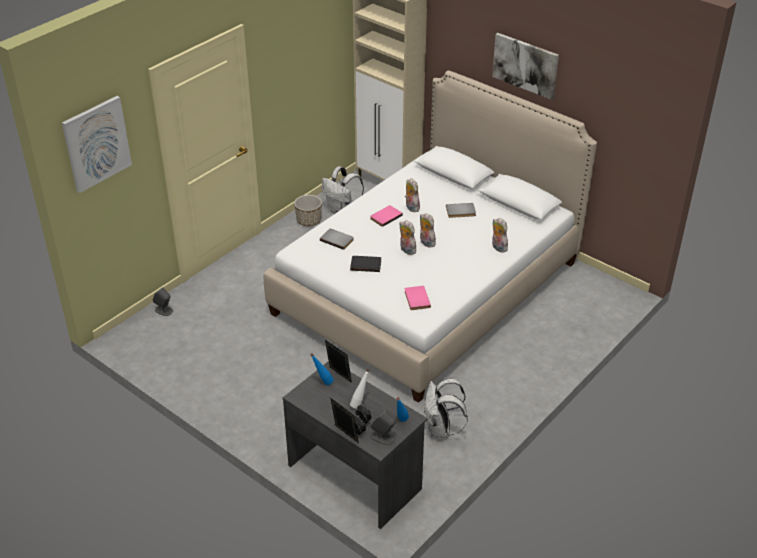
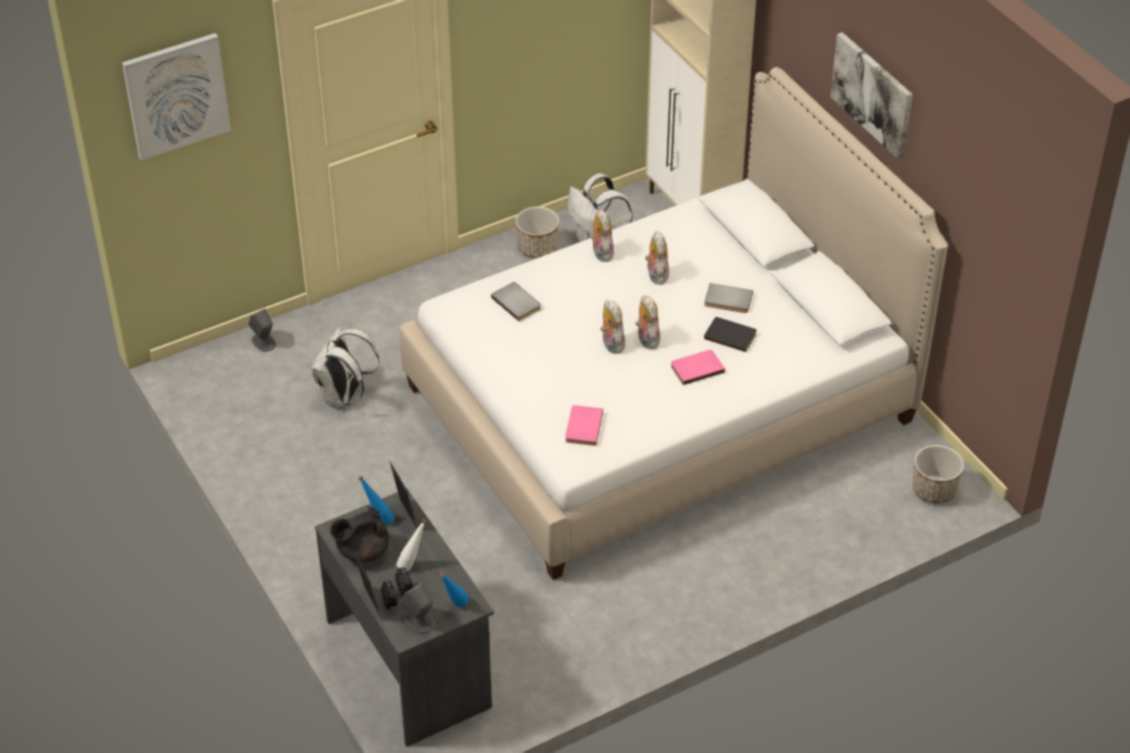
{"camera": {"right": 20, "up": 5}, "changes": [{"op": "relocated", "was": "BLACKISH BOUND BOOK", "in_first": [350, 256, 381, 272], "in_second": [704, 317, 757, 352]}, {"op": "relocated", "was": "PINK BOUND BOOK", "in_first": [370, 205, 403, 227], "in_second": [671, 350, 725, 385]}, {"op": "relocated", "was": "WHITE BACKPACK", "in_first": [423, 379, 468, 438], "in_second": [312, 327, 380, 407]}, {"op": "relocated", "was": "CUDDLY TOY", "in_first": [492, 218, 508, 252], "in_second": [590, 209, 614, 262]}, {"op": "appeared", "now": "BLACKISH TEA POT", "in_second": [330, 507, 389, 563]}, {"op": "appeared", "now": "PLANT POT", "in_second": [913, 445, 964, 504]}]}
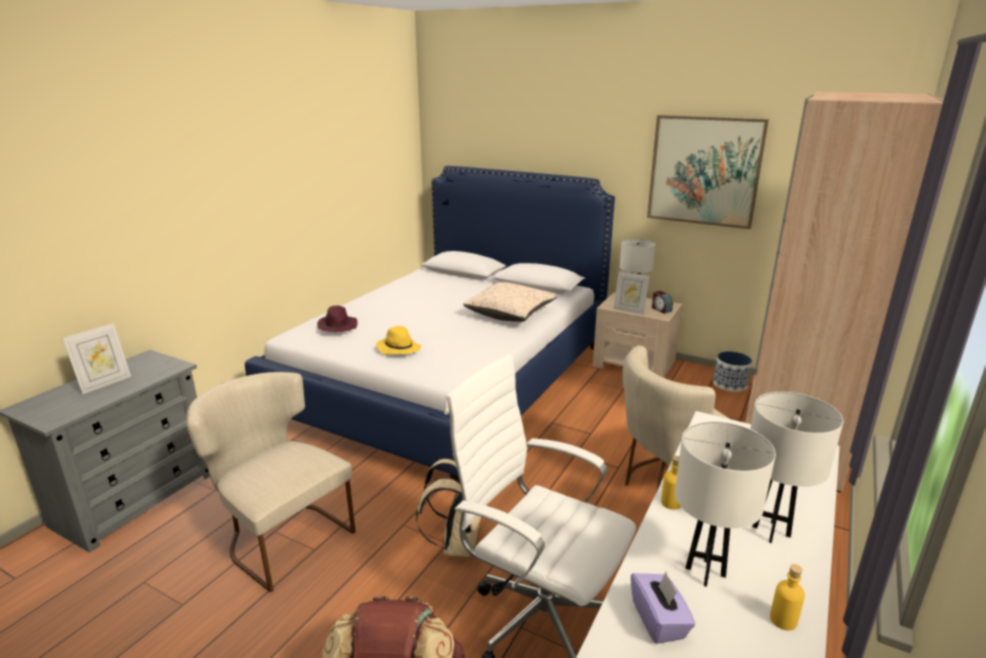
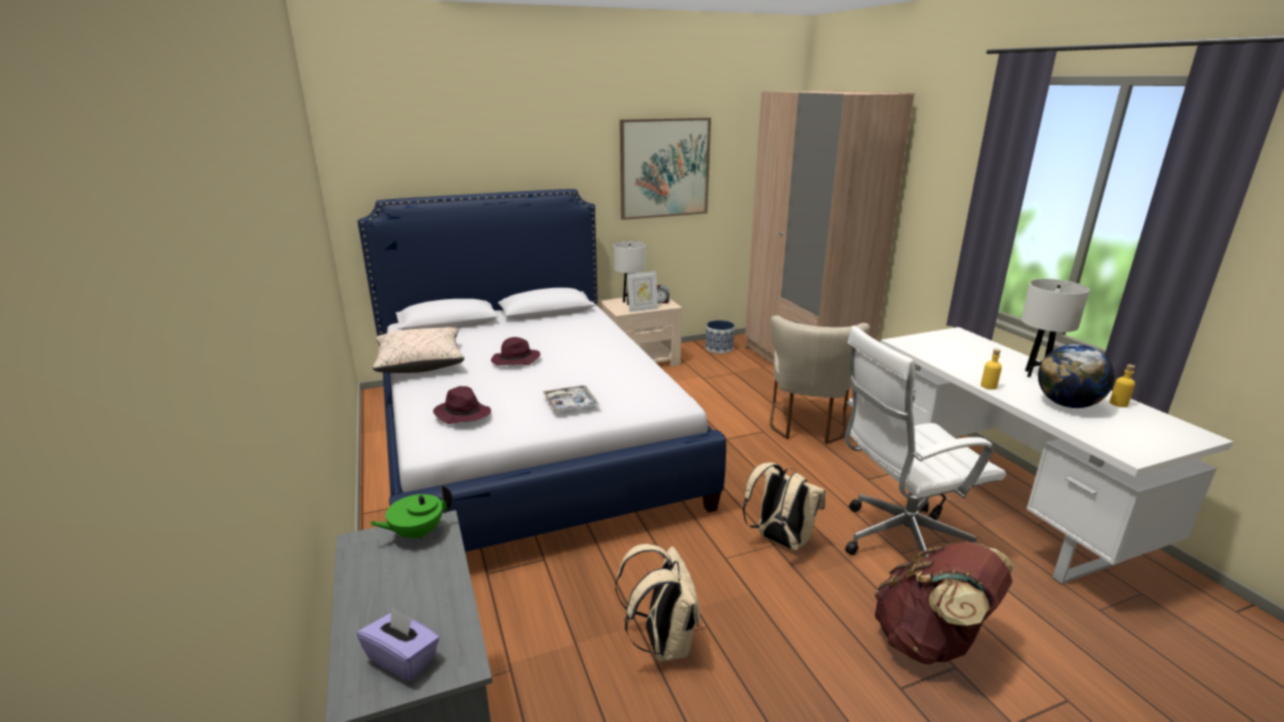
{"camera": {"right": -50, "up": 0}, "changes": [{"op": "missing", "was": "STANDING FRAME", "in_first": [62, 323, 131, 394]}, {"op": "exchanged", "was": "BEIGE UPRIGHT CHAIR", "now": "BEIGE BACKPACK", "in_first": [186, 372, 356, 592], "in_second": [615, 544, 700, 662]}, {"op": "exchanged", "was": "YELLOW-COLOURED WEARABLE HAT", "now": "SERVING TRAY", "in_first": [376, 326, 421, 355], "in_second": [543, 385, 600, 412]}, {"op": "relocated", "was": "BEIGE CUSHION", "in_first": [463, 282, 557, 322], "in_second": [373, 327, 464, 373]}, {"op": "relocated", "was": "PURPLE-COLOURED BOX OF TISSUES", "in_first": [631, 572, 695, 644], "in_second": [357, 608, 440, 681]}, {"op": "exchanged", "was": "WHITE TABLE LAMP", "now": "DESK GLOBE", "in_first": [675, 421, 776, 587], "in_second": [1038, 344, 1115, 408]}, {"op": "appeared", "now": "GREEN-COLOURED TEA POT", "in_second": [369, 484, 452, 540]}, {"op": "appeared", "now": "PURPLE-COLOURED WEARABLE HAT", "in_second": [491, 337, 540, 365]}]}
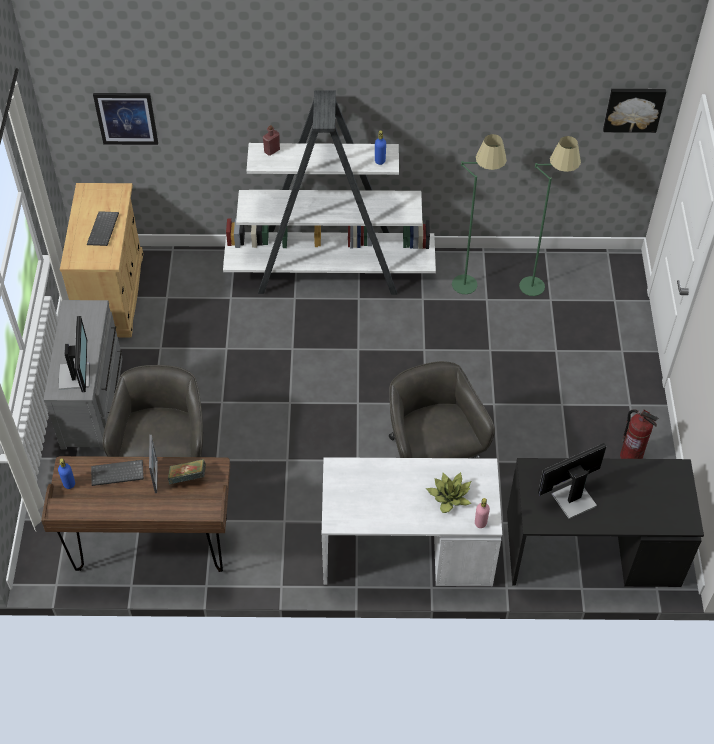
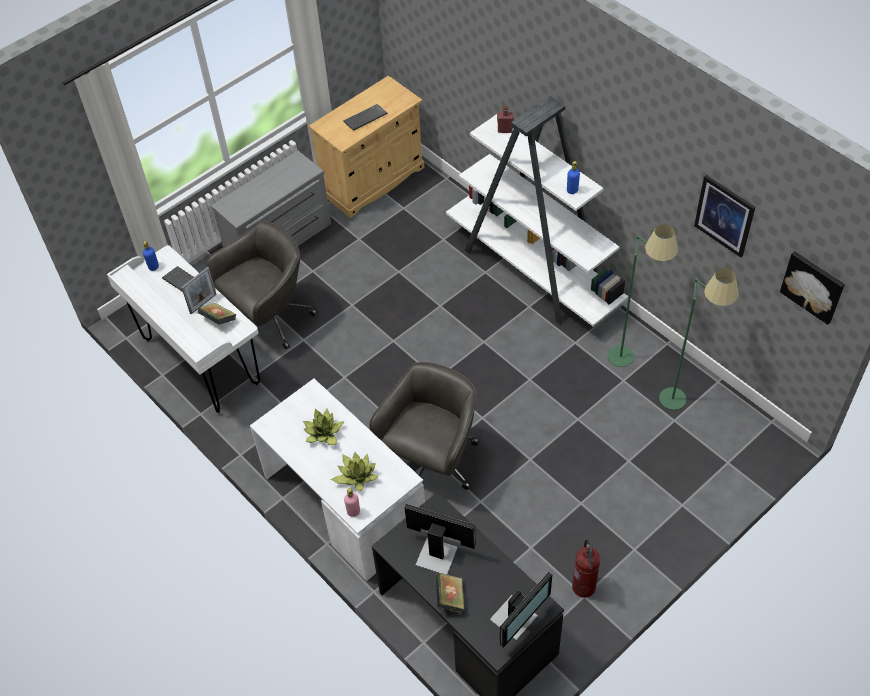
{"camera": {"right": 50, "up": 0}, "changes": [{"op": "colour", "was": "BROWNISH DESK UNIT", "now": "WHITE DESK UNIT", "in_first": [41, 456, 230, 572], "in_second": [107, 245, 260, 413]}, {"op": "relocated", "was": "COMPUTER SCREEN", "in_first": [58, 316, 90, 392], "in_second": [490, 572, 552, 648]}, {"op": "relocated", "was": "PICTURE", "in_first": [93, 93, 158, 145], "in_second": [694, 175, 755, 258]}, {"op": "appeared", "now": "HOUSEPLANT", "in_second": [303, 408, 345, 445]}, {"op": "appeared", "now": "BOUND BOOK", "in_second": [435, 573, 465, 613]}]}
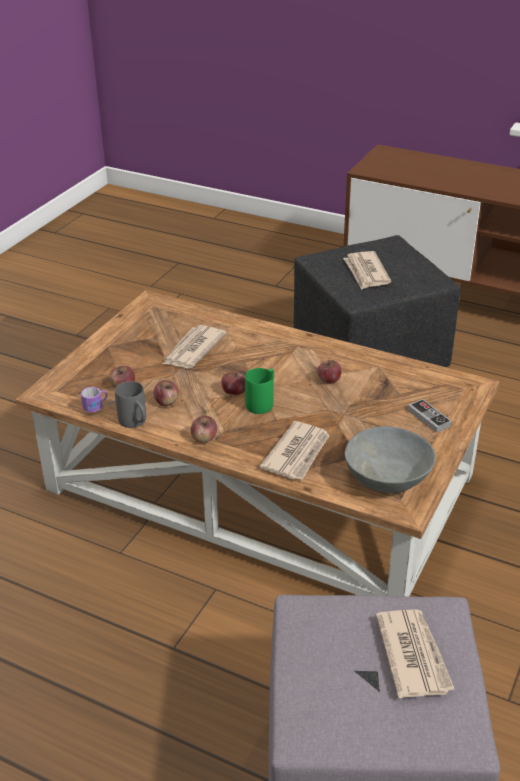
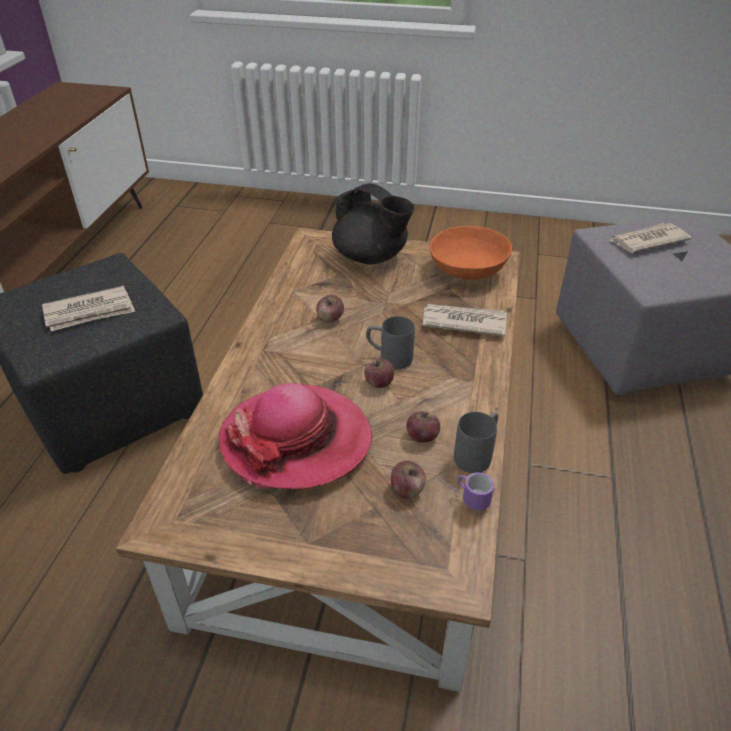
{"camera": {"right": -105, "up": 5}, "changes": [{"op": "exchanged", "was": "NEWSPAPER", "now": "WEARABLE HAT", "in_first": [163, 325, 226, 369], "in_second": [219, 383, 373, 489]}, {"op": "missing", "was": "WHOLE APPLE", "in_first": [191, 416, 217, 443]}, {"op": "colour", "was": "GREEN-COLOURED TEA MUG", "now": "GREYISH TEA MUG", "in_first": [245, 368, 274, 414], "in_second": [366, 316, 415, 369]}, {"op": "colour", "was": "GREYISH DEEP DISH", "now": "ORANGE DEEP DISH", "in_first": [345, 426, 436, 493], "in_second": [429, 226, 512, 280]}, {"op": "exchanged", "was": "GAME CONTROLLER", "now": "BLACKISH TEA POT", "in_first": [408, 399, 452, 433], "in_second": [332, 183, 415, 264]}]}
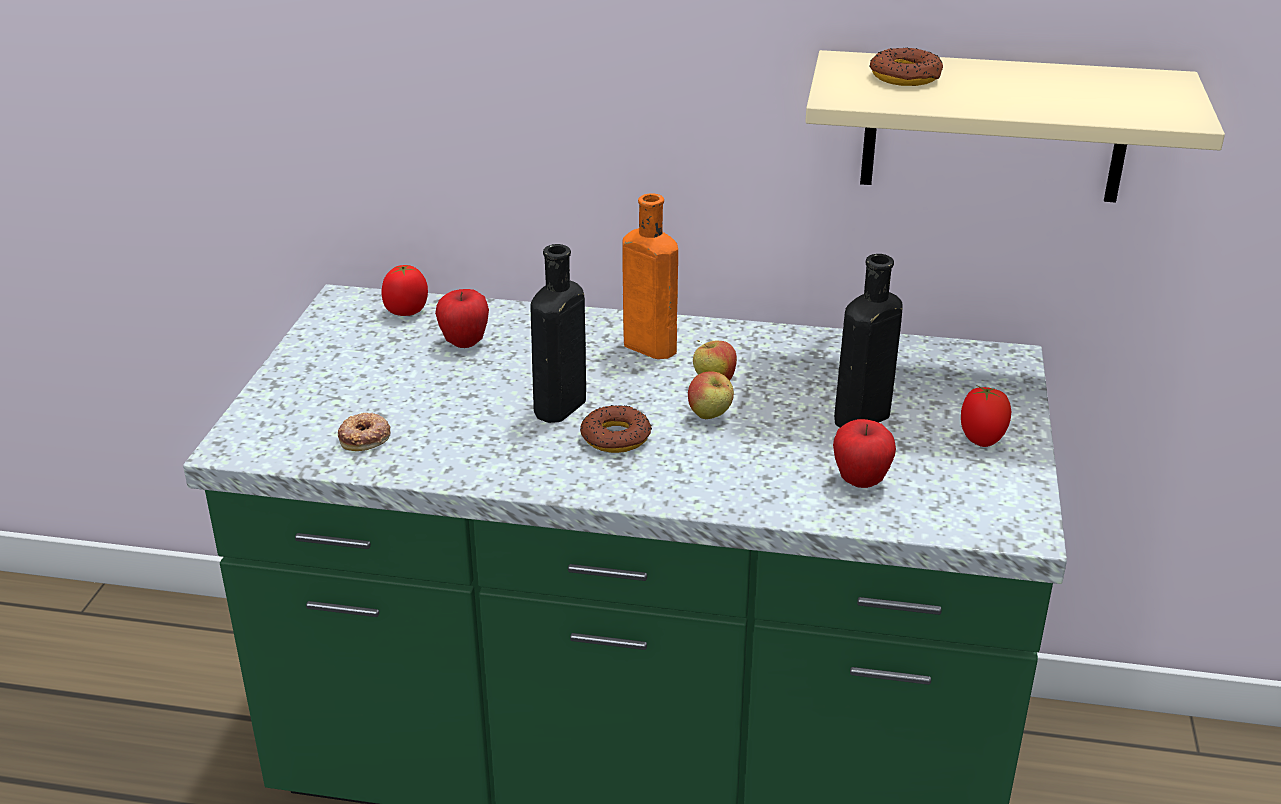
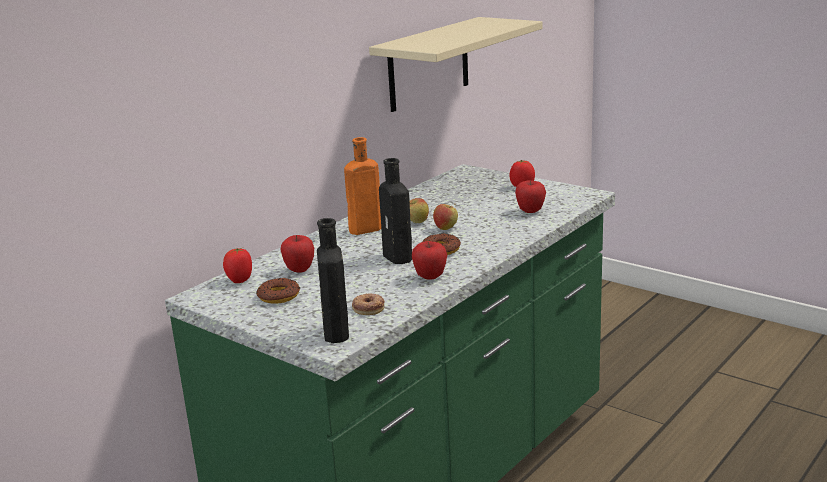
{"camera": {"right": -60, "up": -10}, "changes": [{"op": "relocated", "was": "BLACKISH BEVERAGE BOTTLE", "in_first": [834, 254, 903, 428], "in_second": [317, 218, 349, 343]}, {"op": "relocated", "was": "DOUGHNUT", "in_first": [870, 47, 943, 86], "in_second": [256, 278, 300, 304]}, {"op": "appeared", "now": "WHOLE APPLE", "in_second": [412, 241, 447, 279]}]}
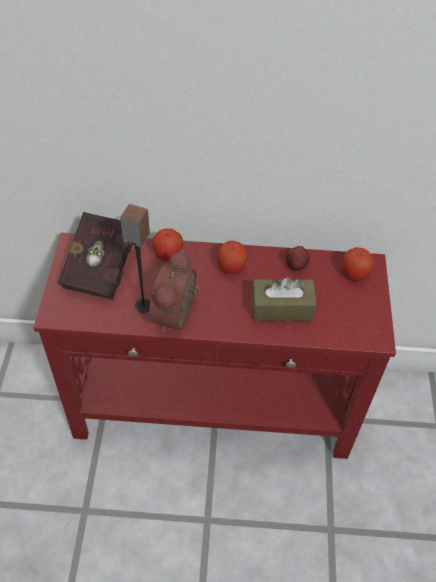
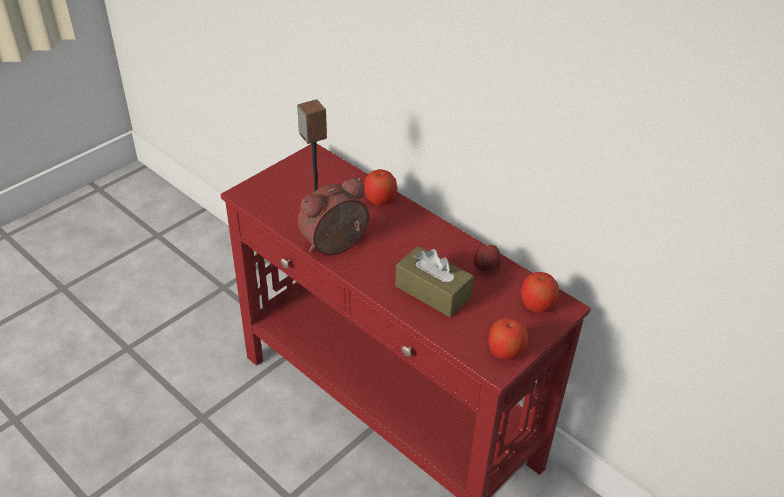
{"camera": {"right": 40, "up": -10}, "changes": [{"op": "missing", "was": "RED BOUND BOOK", "in_first": [58, 212, 133, 300]}, {"op": "relocated", "was": "WHOLE APPLE", "in_first": [217, 241, 248, 275], "in_second": [488, 317, 528, 360]}]}
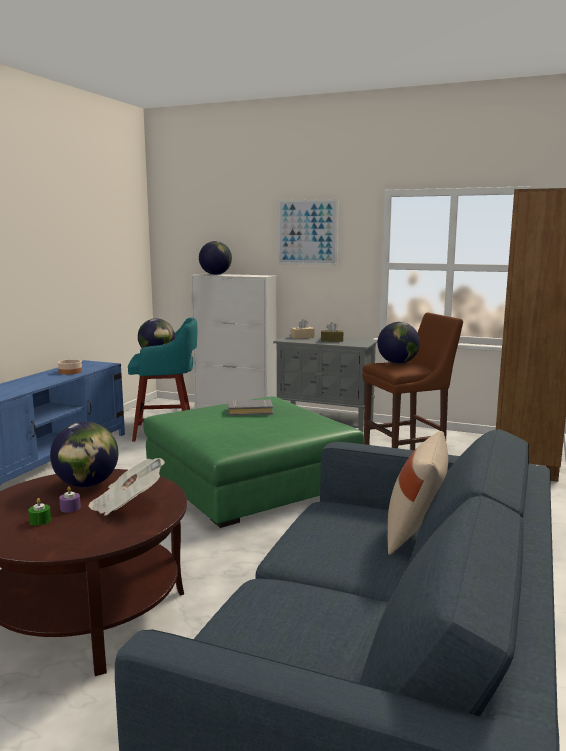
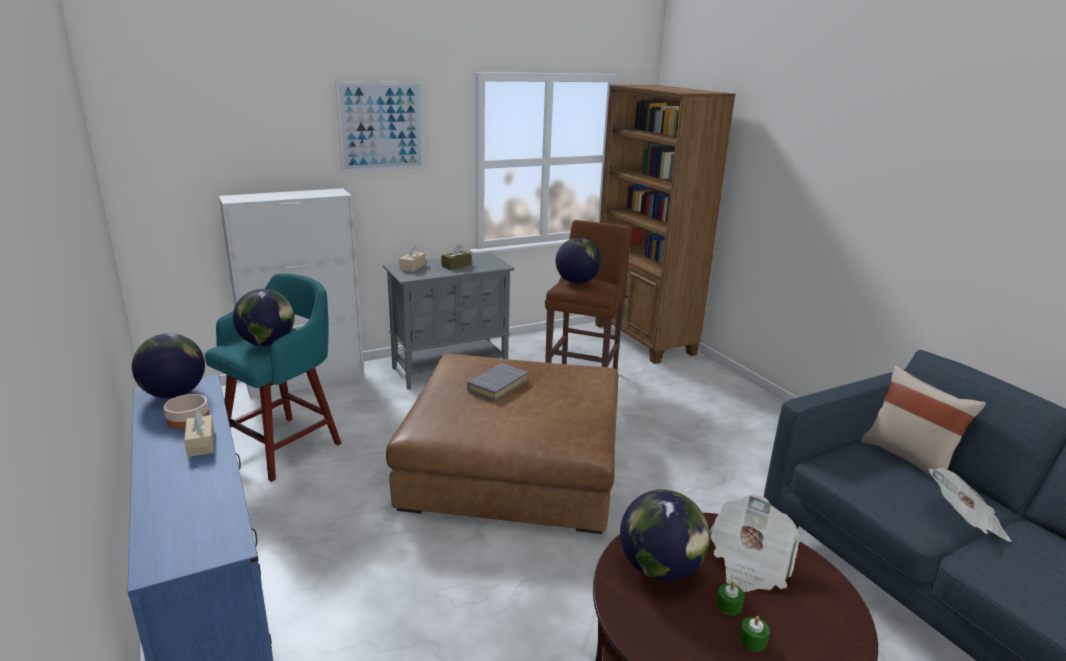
{"camera": {"right": -50, "up": 10}, "changes": [{"op": "colour", "was": "PURPLE-COLOURED CANDLE", "now": "GREEN-COLOURED CANDLE", "in_first": [59, 487, 81, 513], "in_second": [716, 582, 745, 615]}, {"op": "colour", "was": "GREEN-COLOURED FOOTREST", "now": "BROWNISH FOOTREST", "in_first": [143, 396, 364, 528], "in_second": [386, 354, 618, 534]}, {"op": "relocated", "was": "DESK GLOBE", "in_first": [199, 241, 232, 275], "in_second": [132, 333, 205, 398]}, {"op": "appeared", "now": "BEIGE BOX OF TISSUES", "in_second": [184, 410, 214, 457]}, {"op": "appeared", "now": "NEWSPAPER", "in_second": [929, 467, 1012, 542]}]}
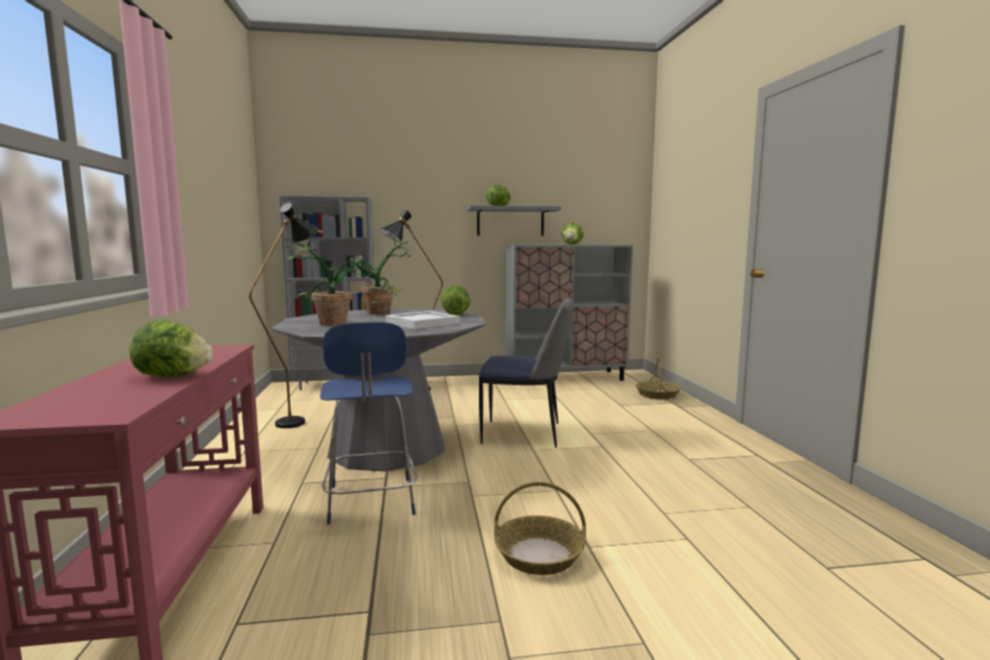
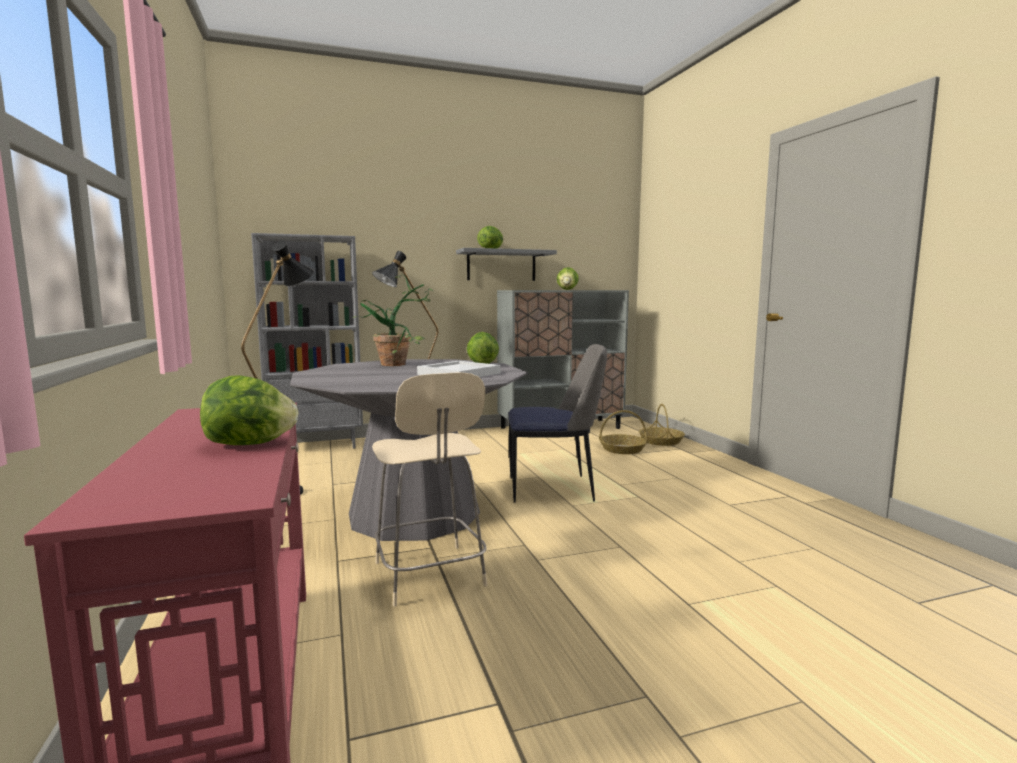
{"camera": {"right": -10, "up": 0}, "changes": [{"op": "missing", "was": "HOUSEPLANT", "in_first": [285, 229, 372, 326]}, {"op": "colour", "was": "BLUE-COLOURED UPRIGHT CHAIR", "now": "BEIGE UPRIGHT CHAIR", "in_first": [320, 322, 418, 524], "in_second": [372, 372, 487, 607]}, {"op": "relocated", "was": "HOUSEHOLD BASKET", "in_first": [494, 482, 586, 575], "in_second": [599, 410, 647, 454]}]}
